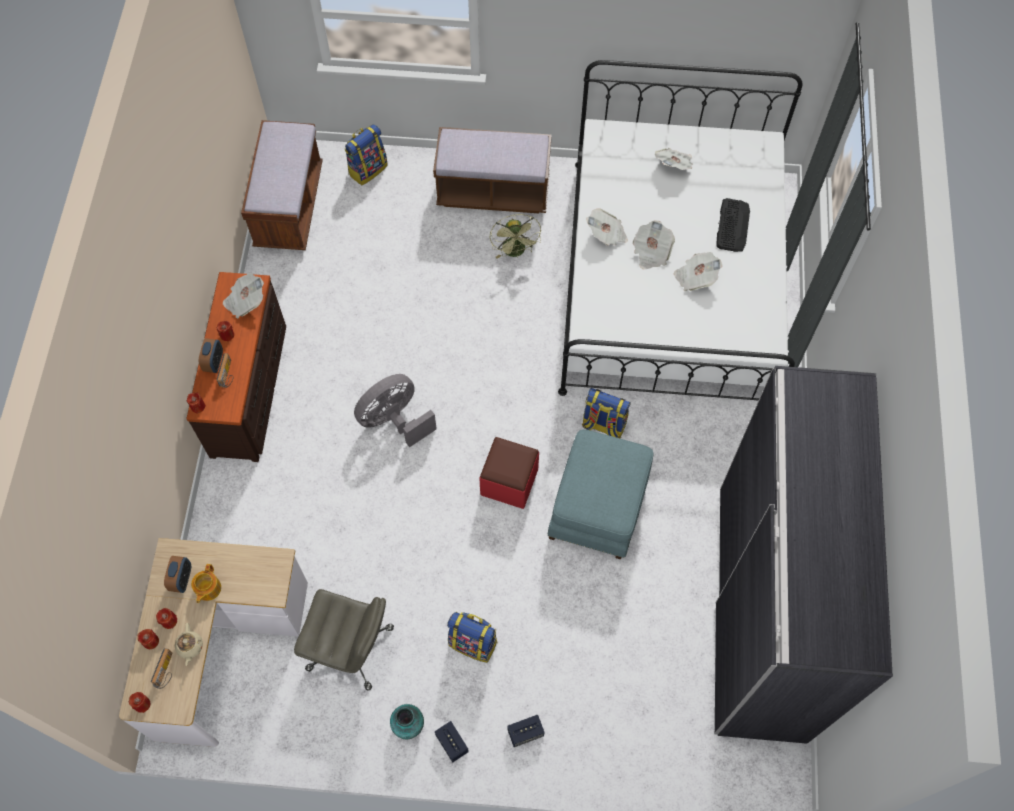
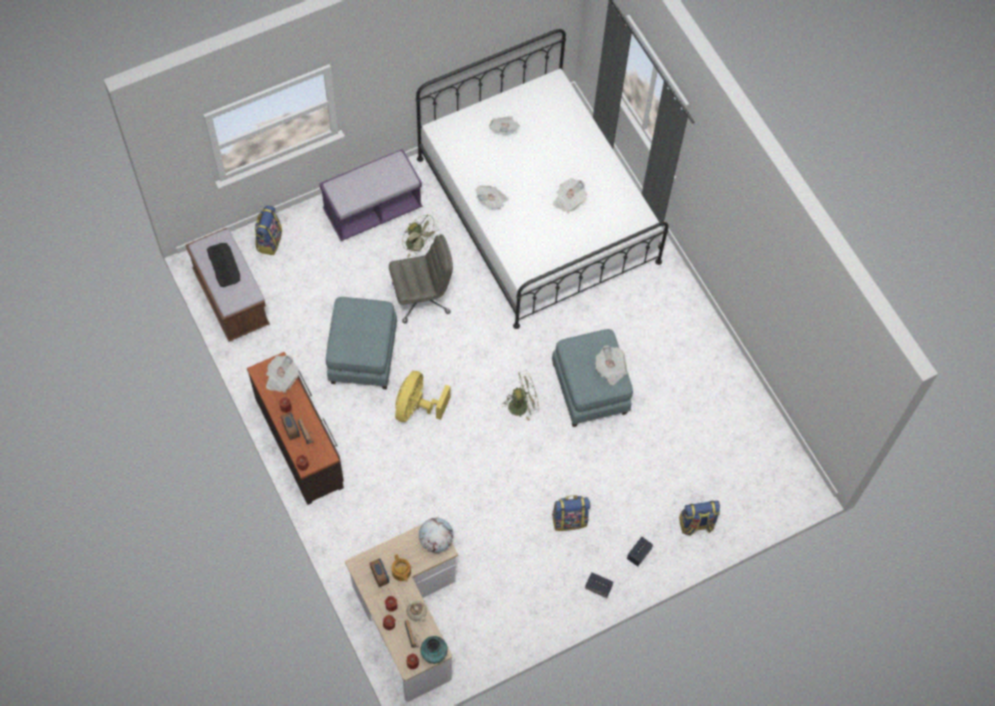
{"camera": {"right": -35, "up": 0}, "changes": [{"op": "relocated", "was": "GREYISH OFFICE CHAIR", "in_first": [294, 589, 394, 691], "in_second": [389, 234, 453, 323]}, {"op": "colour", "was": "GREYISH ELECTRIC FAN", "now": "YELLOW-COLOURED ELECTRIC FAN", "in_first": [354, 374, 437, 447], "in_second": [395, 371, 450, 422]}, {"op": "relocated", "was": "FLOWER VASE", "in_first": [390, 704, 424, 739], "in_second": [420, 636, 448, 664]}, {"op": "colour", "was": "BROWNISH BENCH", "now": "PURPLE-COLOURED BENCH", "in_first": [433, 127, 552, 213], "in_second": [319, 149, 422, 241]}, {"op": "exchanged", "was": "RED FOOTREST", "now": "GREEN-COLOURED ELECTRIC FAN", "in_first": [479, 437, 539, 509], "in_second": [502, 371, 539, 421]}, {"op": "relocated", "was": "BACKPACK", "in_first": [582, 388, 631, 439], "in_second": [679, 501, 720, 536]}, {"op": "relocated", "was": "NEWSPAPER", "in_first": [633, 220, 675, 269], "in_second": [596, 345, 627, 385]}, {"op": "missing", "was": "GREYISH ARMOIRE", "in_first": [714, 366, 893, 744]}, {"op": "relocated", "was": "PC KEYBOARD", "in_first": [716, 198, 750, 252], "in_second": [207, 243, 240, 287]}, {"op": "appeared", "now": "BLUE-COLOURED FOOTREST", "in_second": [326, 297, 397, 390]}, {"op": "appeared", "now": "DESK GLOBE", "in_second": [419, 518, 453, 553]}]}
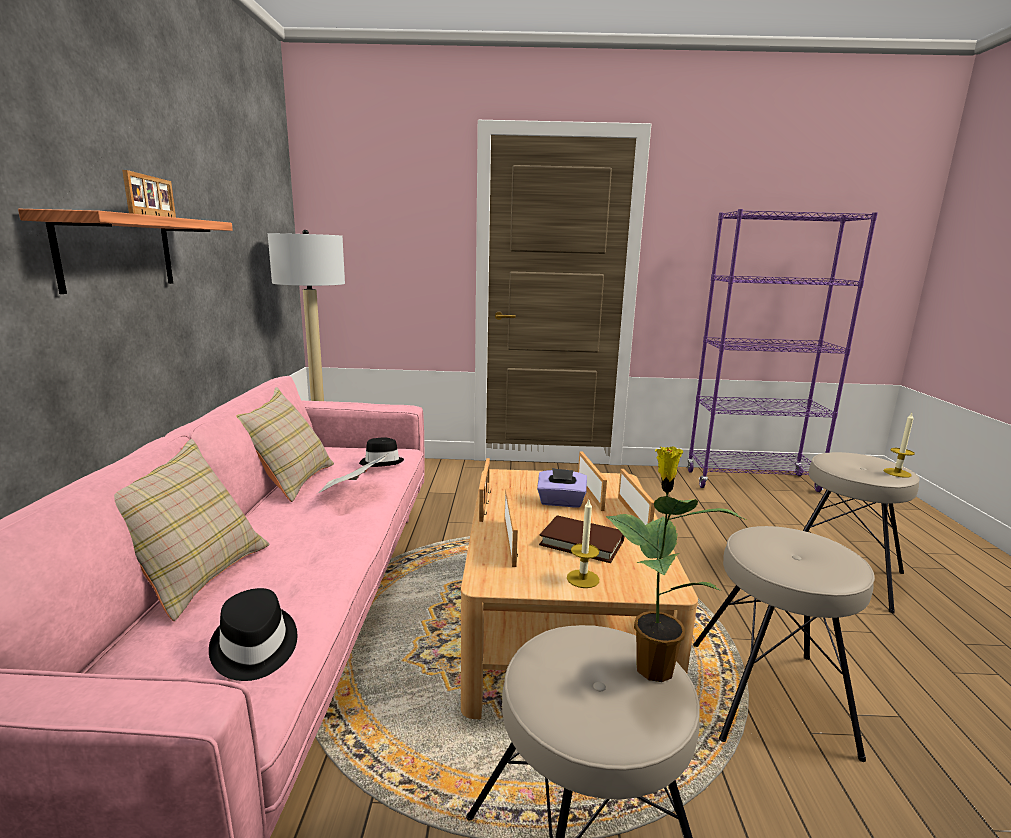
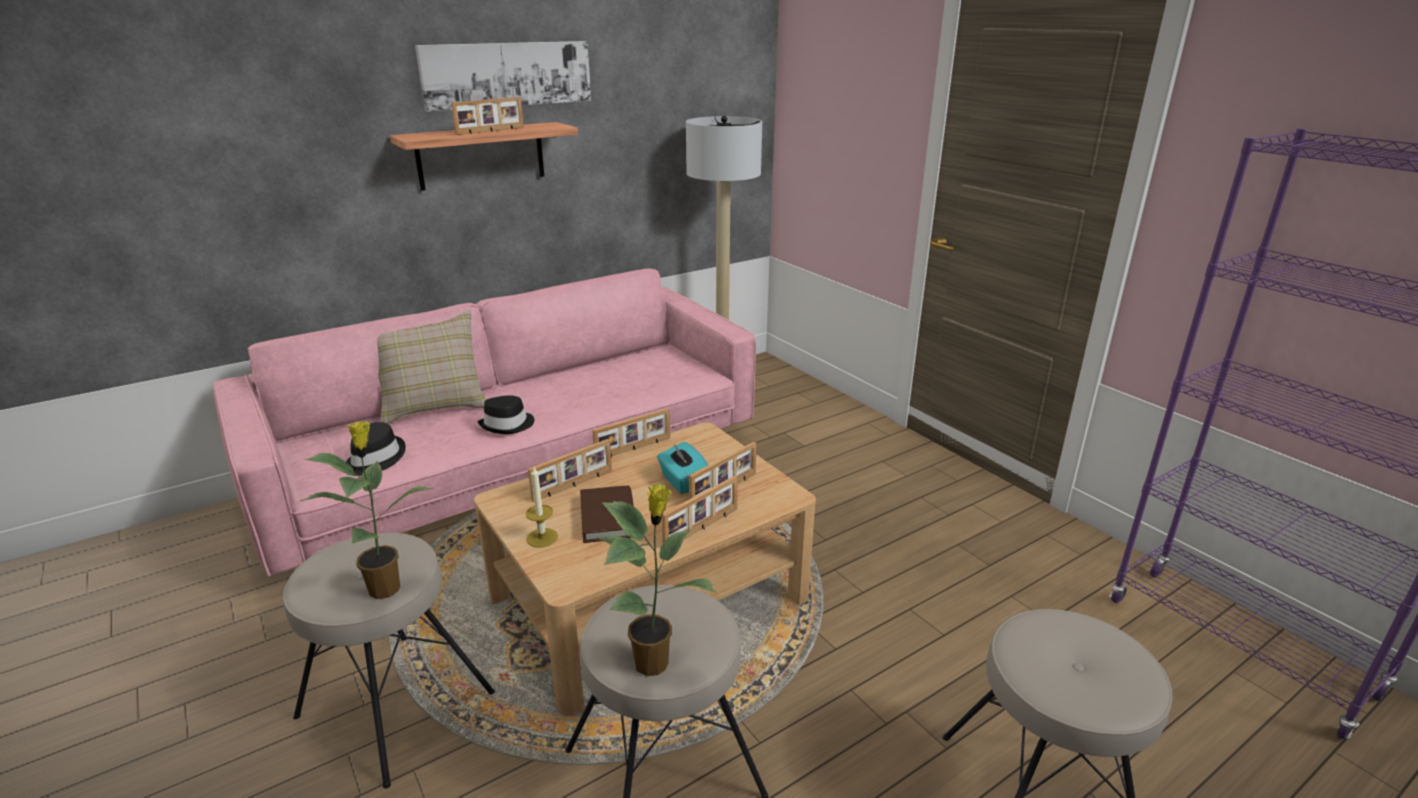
{"camera": {"right": 55, "up": 10}, "changes": [{"op": "missing", "was": "BEIGE CUSHION", "in_first": [236, 387, 334, 502]}, {"op": "missing", "was": "NEWSPAPER", "in_first": [318, 455, 387, 493]}, {"op": "relocated", "was": "BLACKISH WEARABLE HAT", "in_first": [359, 437, 404, 467], "in_second": [478, 395, 534, 434]}, {"op": "colour", "was": "PURPLE-COLOURED BOX OF TISSUES", "now": "TURQUOISE BOX OF TISSUES", "in_first": [537, 468, 587, 507], "in_second": [657, 442, 708, 494]}, {"op": "missing", "was": "CANDLE", "in_first": [884, 413, 915, 478]}, {"op": "appeared", "now": "PICTURE", "in_second": [415, 41, 591, 112]}, {"op": "appeared", "now": "HOUSEPLANT", "in_second": [597, 484, 716, 676]}]}
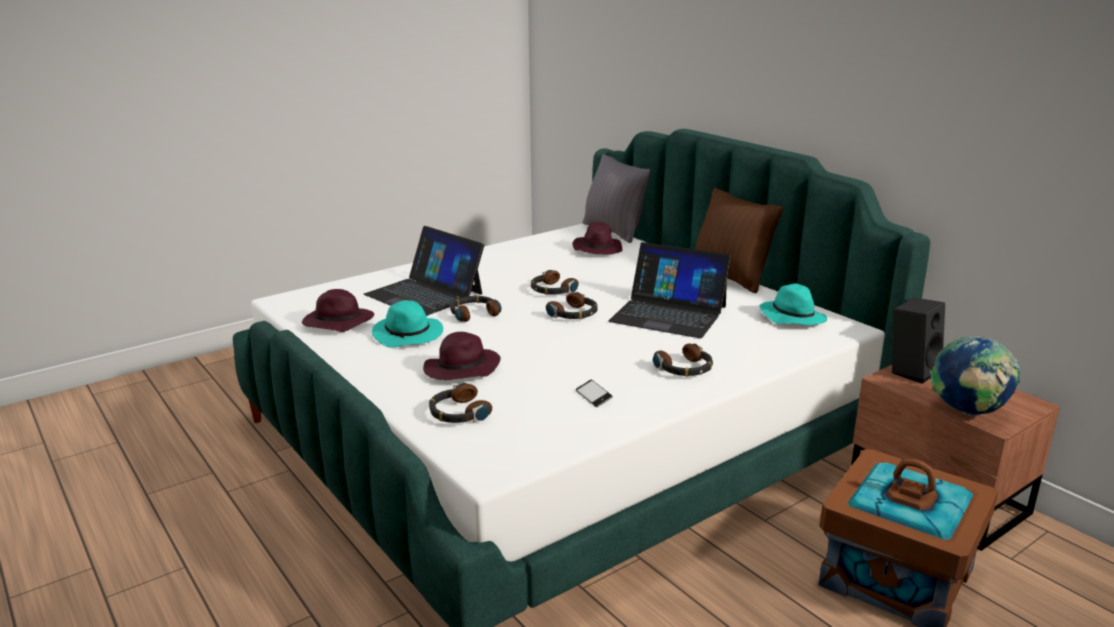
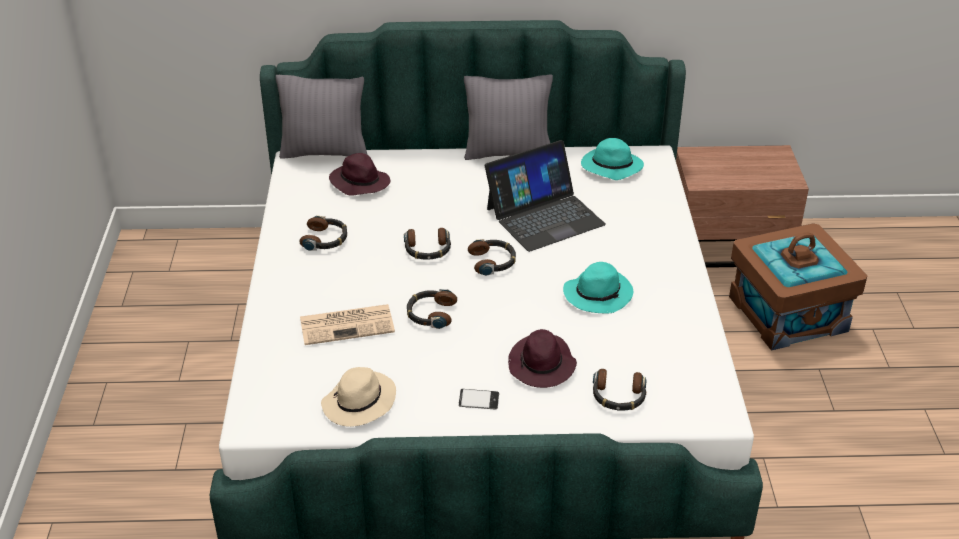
{"camera": {"right": -55, "up": 15}, "changes": [{"op": "colour", "was": "PURPLE-COLOURED WEARABLE HAT", "now": "BEIGE WEARABLE HAT", "in_first": [302, 289, 374, 332], "in_second": [321, 367, 396, 427]}, {"op": "exchanged", "was": "NOTEBOOK COMPUTER", "now": "NEWSPAPER", "in_first": [364, 226, 484, 316], "in_second": [300, 304, 395, 345]}, {"op": "relocated", "was": "TURQUOISE WEARABLE HAT", "in_first": [372, 300, 443, 348], "in_second": [563, 262, 633, 314]}, {"op": "relocated", "was": "PHONE", "in_first": [576, 380, 613, 407], "in_second": [459, 389, 499, 409]}, {"op": "relocated", "was": "HEADSET", "in_first": [653, 343, 713, 377], "in_second": [299, 215, 347, 251]}, {"op": "colour", "was": "BROWNISH CUSHION", "now": "GREYISH CUSHION", "in_first": [695, 188, 783, 293], "in_second": [464, 74, 553, 160]}, {"op": "missing", "was": "BLACKISH SPEAKER", "in_first": [892, 298, 945, 384]}, {"op": "missing", "was": "DESK GLOBE", "in_first": [931, 336, 1020, 416]}]}
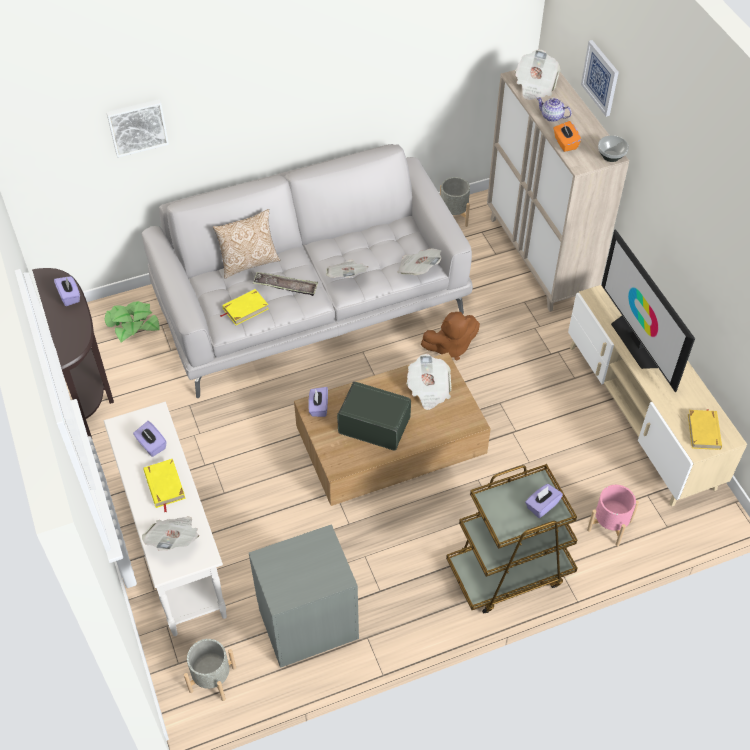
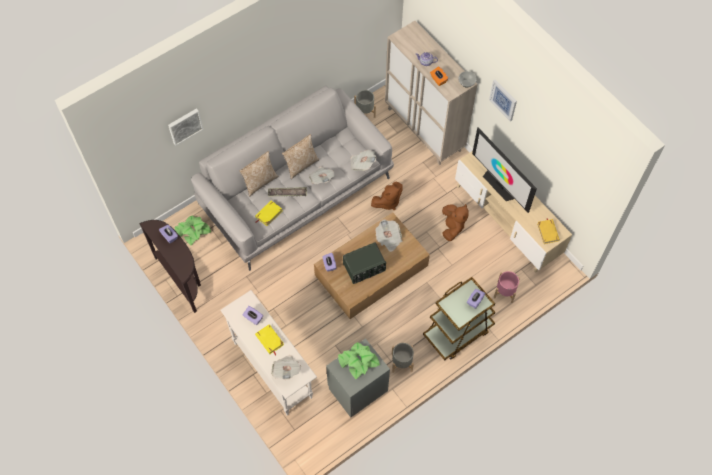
{"camera": {"right": -15, "up": 10}, "changes": [{"op": "relocated", "was": "GREYISH PLANT POT", "in_first": [184, 639, 236, 701], "in_second": [392, 343, 414, 373]}, {"op": "spun", "was": "RADIO RECEIVER", "in_first": [337, 382, 411, 450], "in_second": [343, 242, 386, 284], "clockwise": 150}, {"op": "missing", "was": "NEWSPAPER", "in_first": [515, 49, 561, 100]}, {"op": "relocated", "was": "PICTURE", "in_first": [581, 40, 619, 117], "in_second": [489, 80, 517, 121]}, {"op": "appeared", "now": "CUSHION", "in_second": [282, 134, 320, 179]}, {"op": "appeared", "now": "HOUSEPLANT", "in_second": [338, 342, 380, 379]}, {"op": "appeared", "now": "BROWNISH CUDDLY TOY", "in_second": [442, 204, 469, 241]}]}
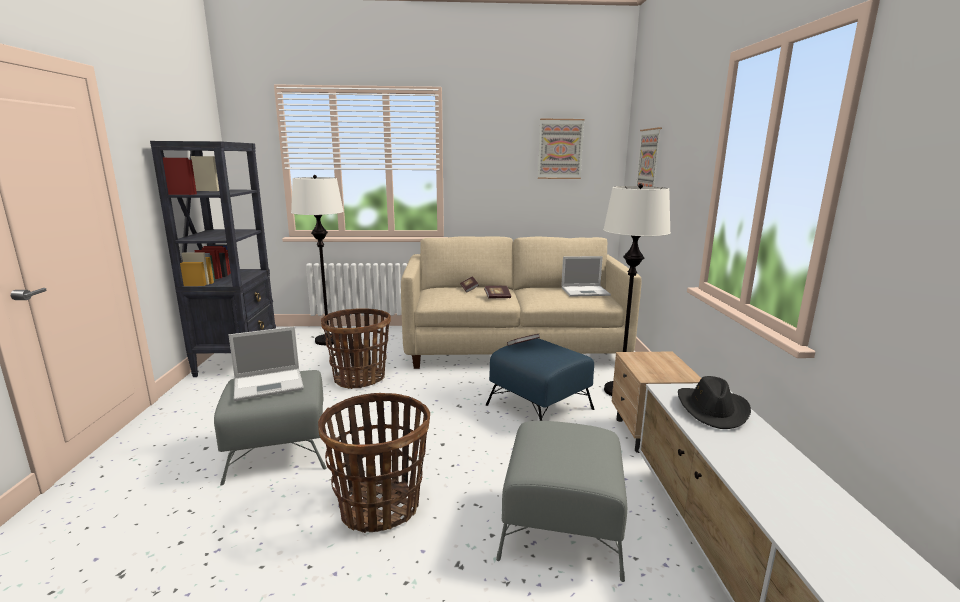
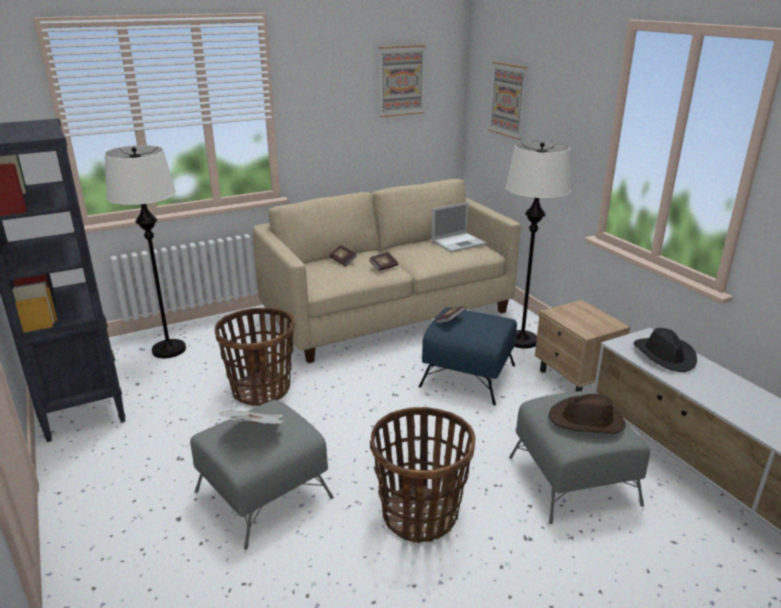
{"camera": {"right": -25, "up": 10}, "changes": [{"op": "exchanged", "was": "NOTEBOOK COMPUTER", "now": "NEWSPAPER", "in_first": [228, 326, 304, 401], "in_second": [219, 411, 284, 424]}, {"op": "appeared", "now": "BROWNISH WEARABLE HAT", "in_second": [549, 394, 625, 434]}]}
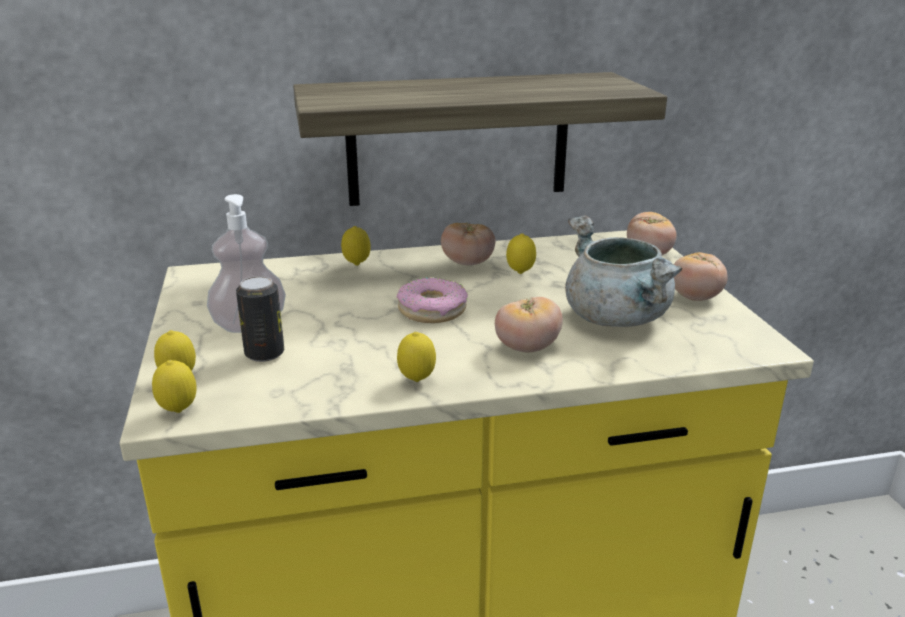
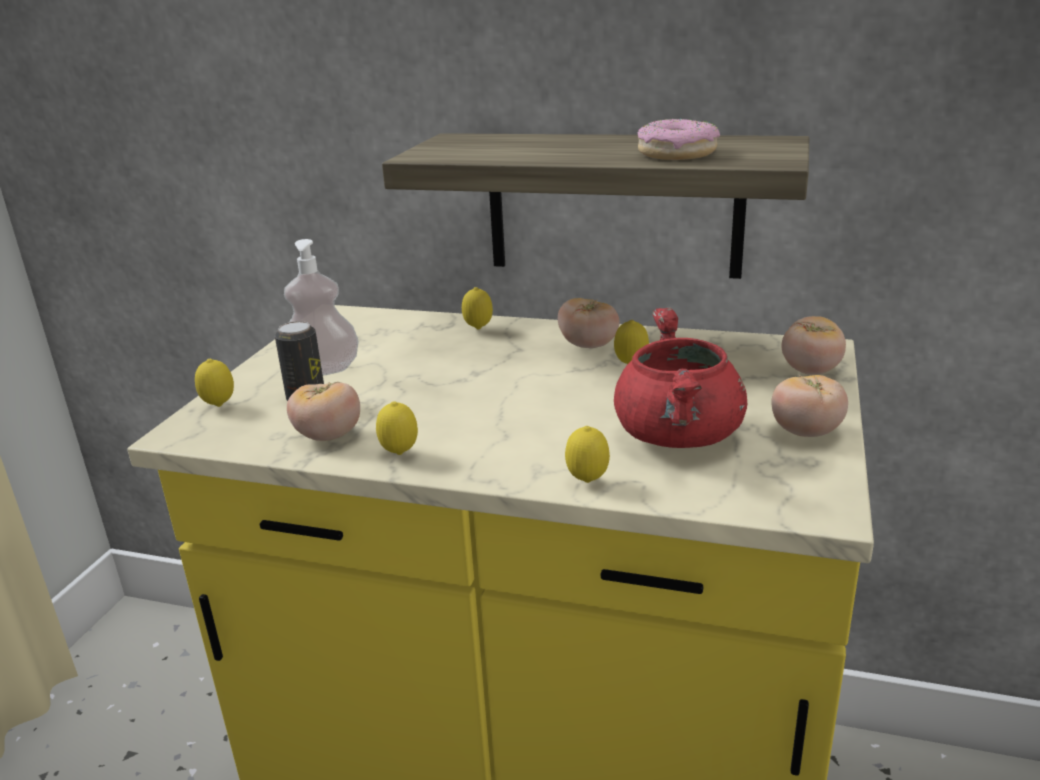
{"camera": {"right": 30, "up": 0}, "changes": [{"op": "relocated", "was": "WHOLE LEMON", "in_first": [152, 360, 197, 413], "in_second": [565, 426, 610, 483]}, {"op": "relocated", "was": "DOUGHNUT", "in_first": [397, 277, 468, 323], "in_second": [638, 119, 720, 160]}, {"op": "relocated", "was": "WHOLE TOMATO", "in_first": [495, 297, 563, 353], "in_second": [287, 382, 360, 441]}, {"op": "colour", "was": "GREYISH COOKING POT", "now": "RED COOKING POT", "in_first": [565, 215, 682, 327], "in_second": [614, 307, 747, 448]}]}
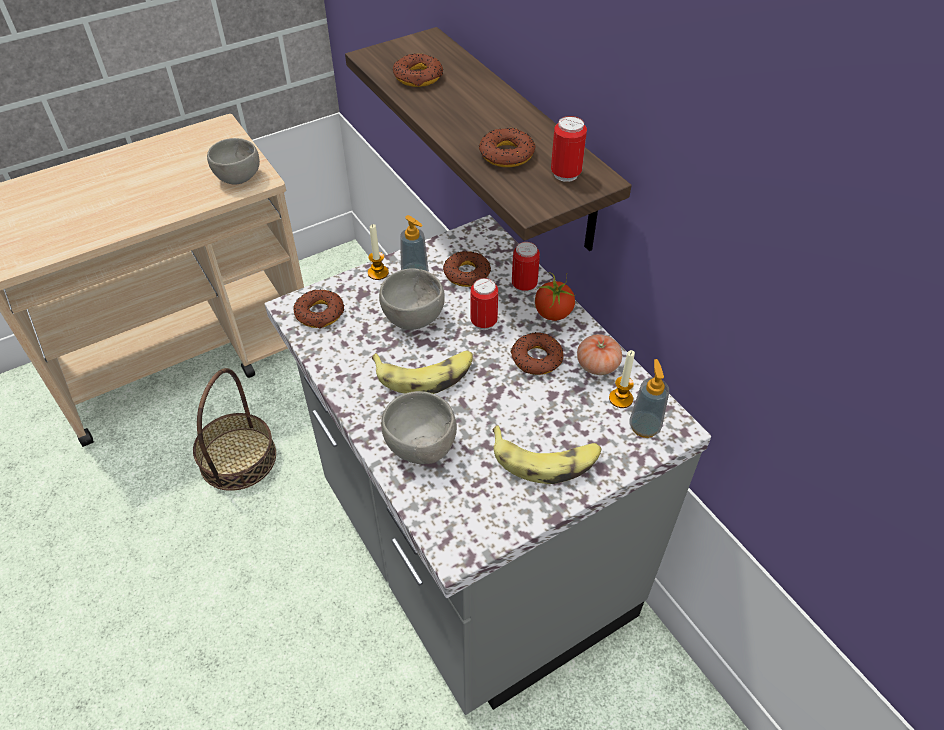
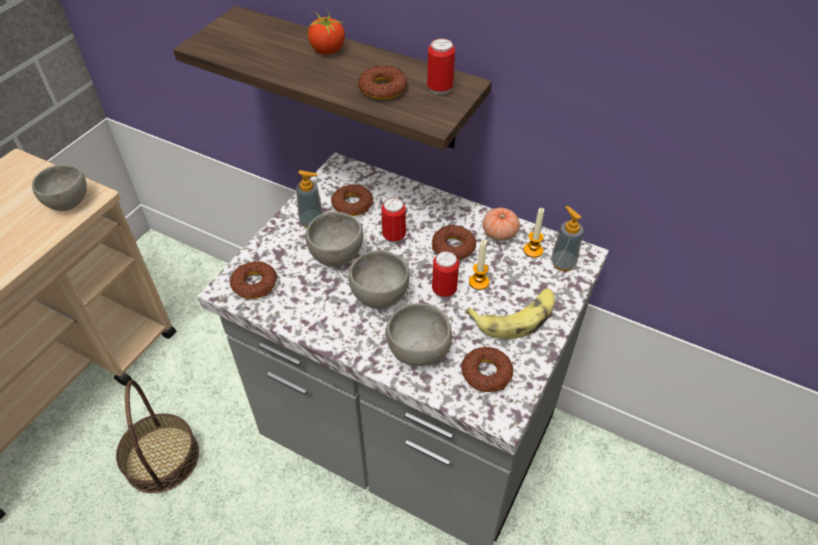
{"camera": {"right": -30, "up": 0}, "changes": [{"op": "relocated", "was": "CANDLE", "in_first": [368, 224, 389, 280], "in_second": [469, 240, 489, 290]}, {"op": "exchanged", "was": "WHOLE BANANA", "now": "GREYISH DEEP DISH", "in_first": [372, 351, 473, 394], "in_second": [348, 250, 410, 309]}, {"op": "relocated", "was": "DOUGHNUT", "in_first": [393, 53, 444, 87], "in_second": [461, 347, 513, 392]}, {"op": "relocated", "was": "CAN", "in_first": [512, 242, 540, 293], "in_second": [432, 251, 459, 298]}, {"op": "relocated", "was": "WHOLE TOMATO", "in_first": [535, 273, 575, 321], "in_second": [307, 9, 345, 54]}]}
